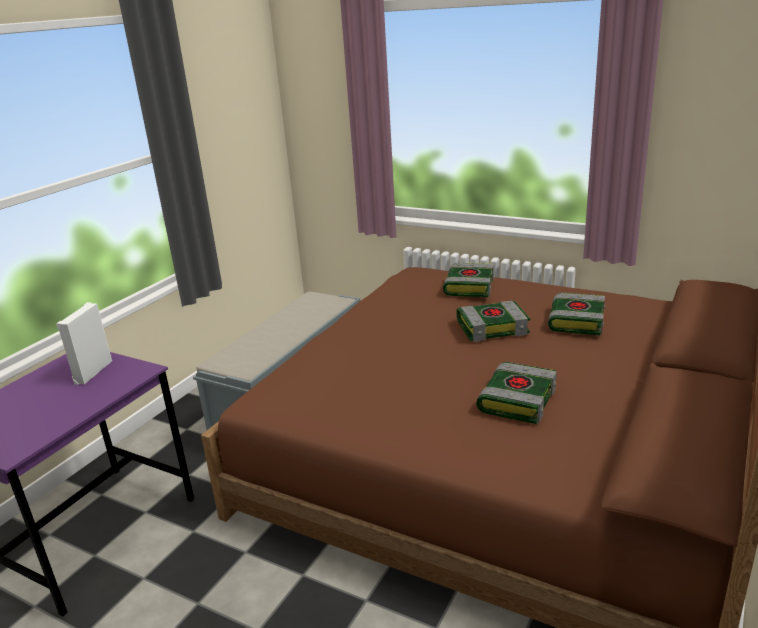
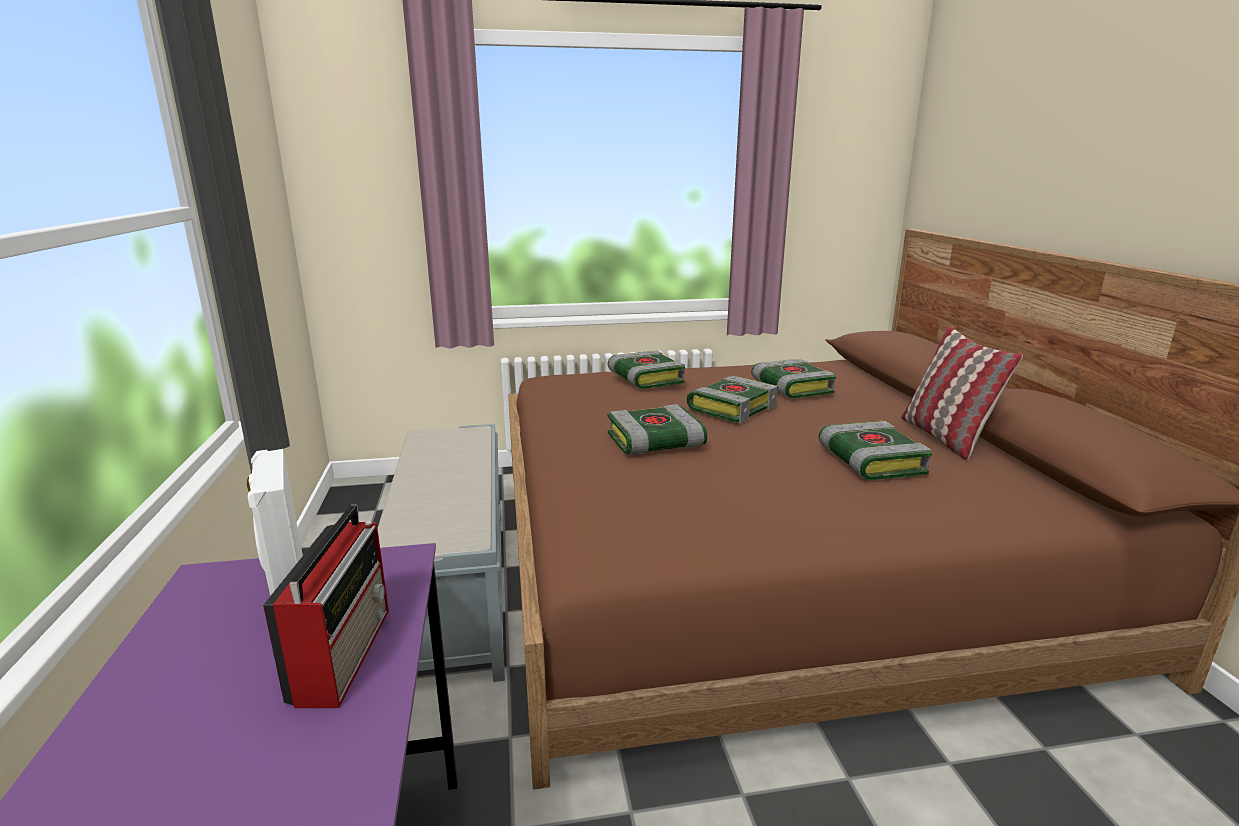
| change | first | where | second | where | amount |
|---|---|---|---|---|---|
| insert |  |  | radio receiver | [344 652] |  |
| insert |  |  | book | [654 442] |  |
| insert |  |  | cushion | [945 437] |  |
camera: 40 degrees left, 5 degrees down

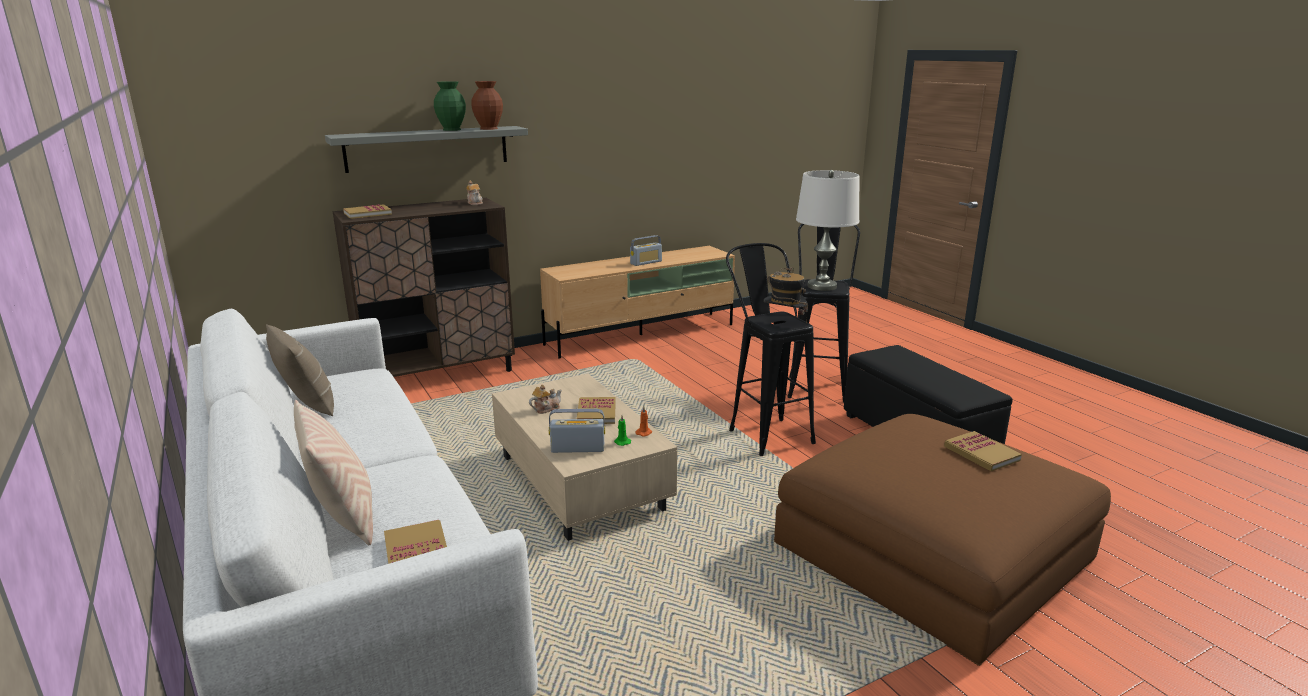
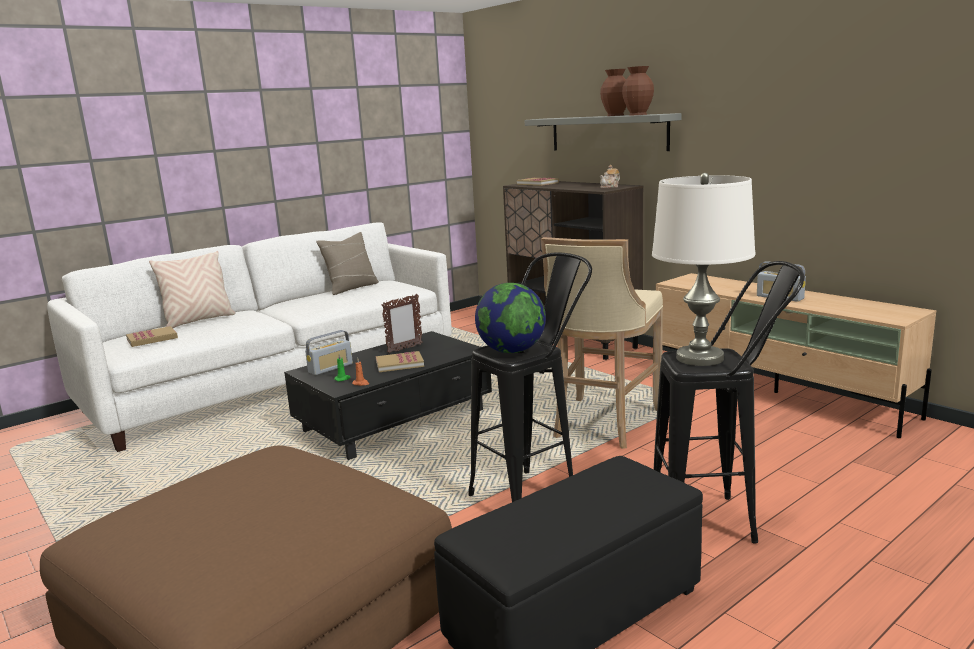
| change | first | where | second | where | amount |
|---|---|---|---|---|---|
| delete | book | [981 453] |  |  |  |
| insert |  |  | stool/beige-coloured | [603 425] |  |
| replace | tea pot | [546 408] | photo frame | [404 349] |  |
| replace | wearable hat | [784 322] | world globe | [511 351] |  |
| recolor | decorative vase/green-coloured | [452 129] | decorative vase/brown | [616 115] |  |
| recolor | lounge table/beige-coloured | [580 481] | lounge table/black | [396 421] |  |
| rotate | radio receiver | [577 448] |  | [330 368] | 60 degrees clockwise |
camera: 80 degrees right, 5 degrees down

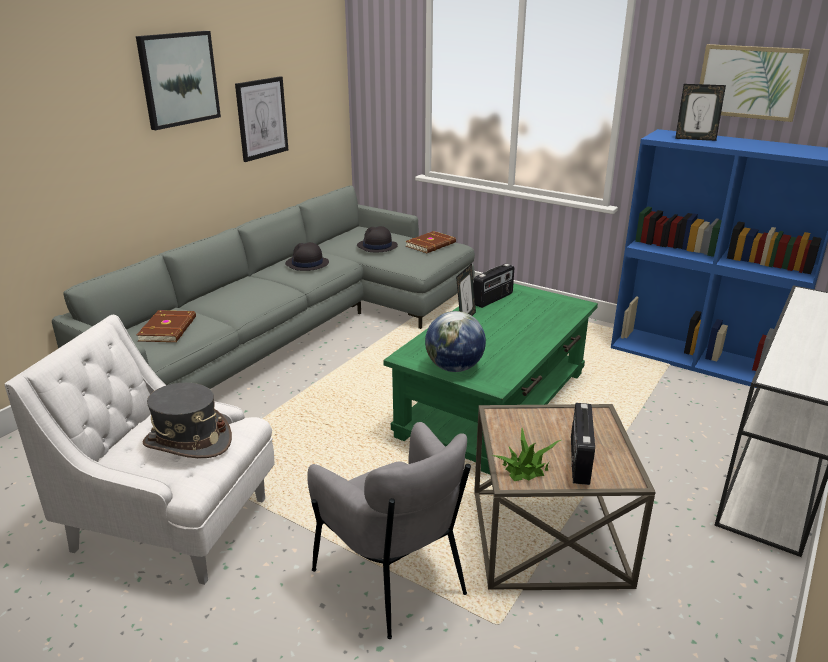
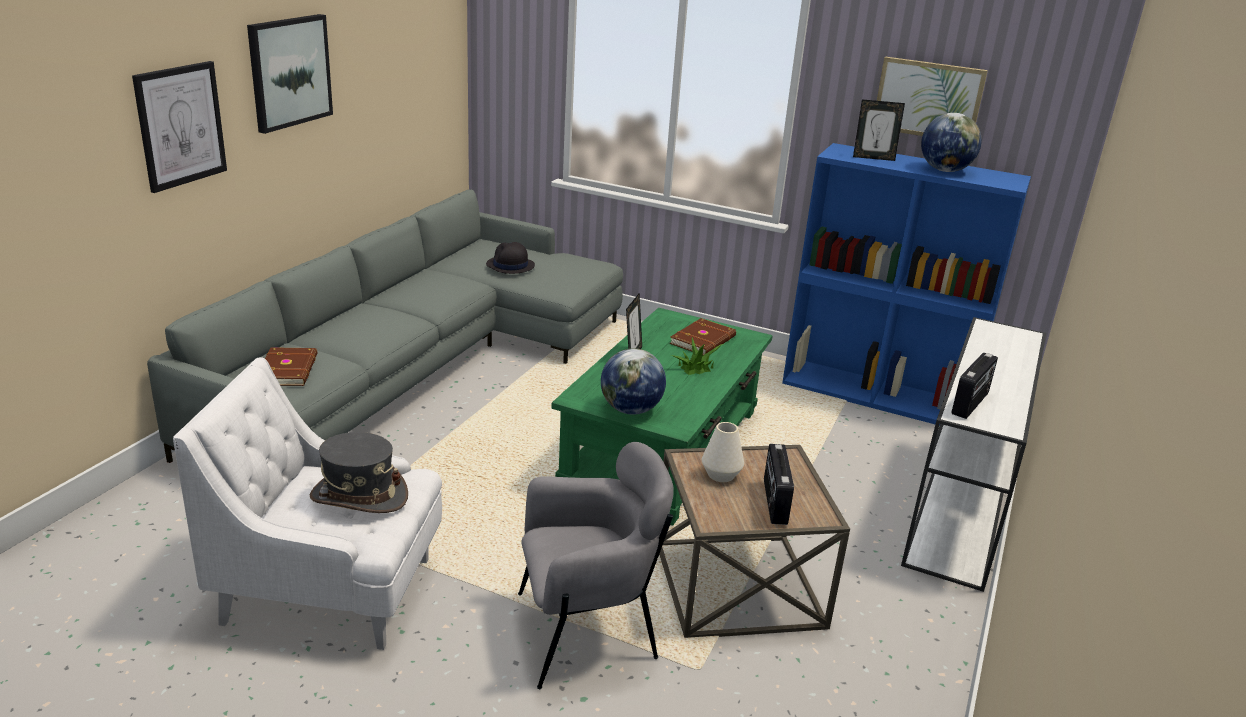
| change | first | where | second | where | amount |
|---|---|---|---|---|---|
| delete | wearable hat/black | [307 264] |  |  |  |
| insert |  |  | decorative vase/white | [721 474] |  |
| insert |  |  | world globe | [945 170] |  |
| move | wall picture | [262 118] |  | [180 125] |  |
| move | book/brown | [431 244] |  | [704 340] |  |
| move | radio receiver | [493 299] |  | [971 404] |  |
| move | plant in a pot | [525 468] |  | [696 367] |  |
| rotate | easy chair/gray | [395 578] |  | [587 632] | 60 degrees counterclockwise |
camera: 10 degrees left, 0 degrees up

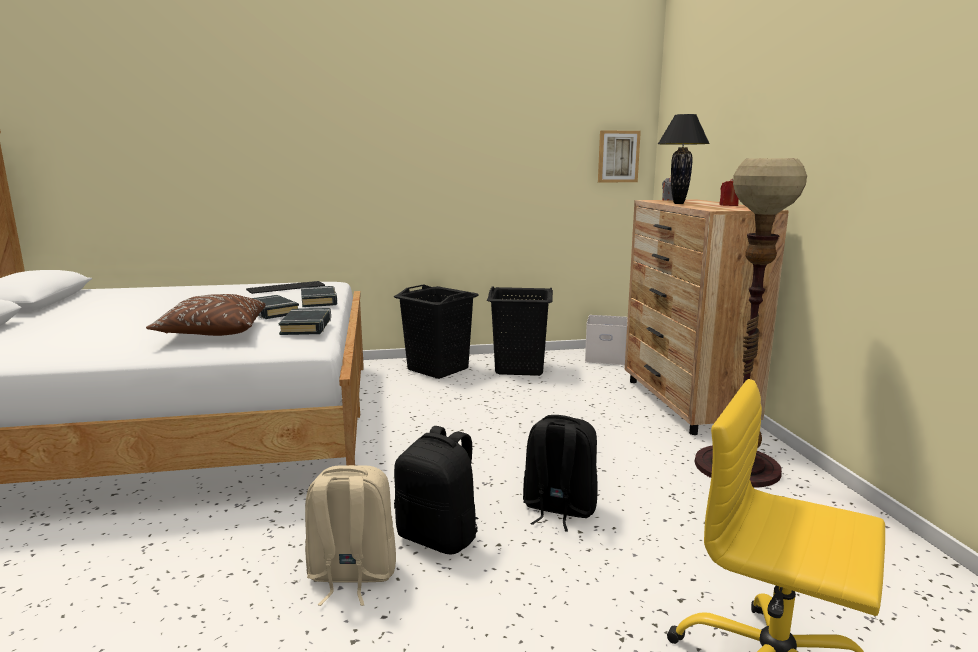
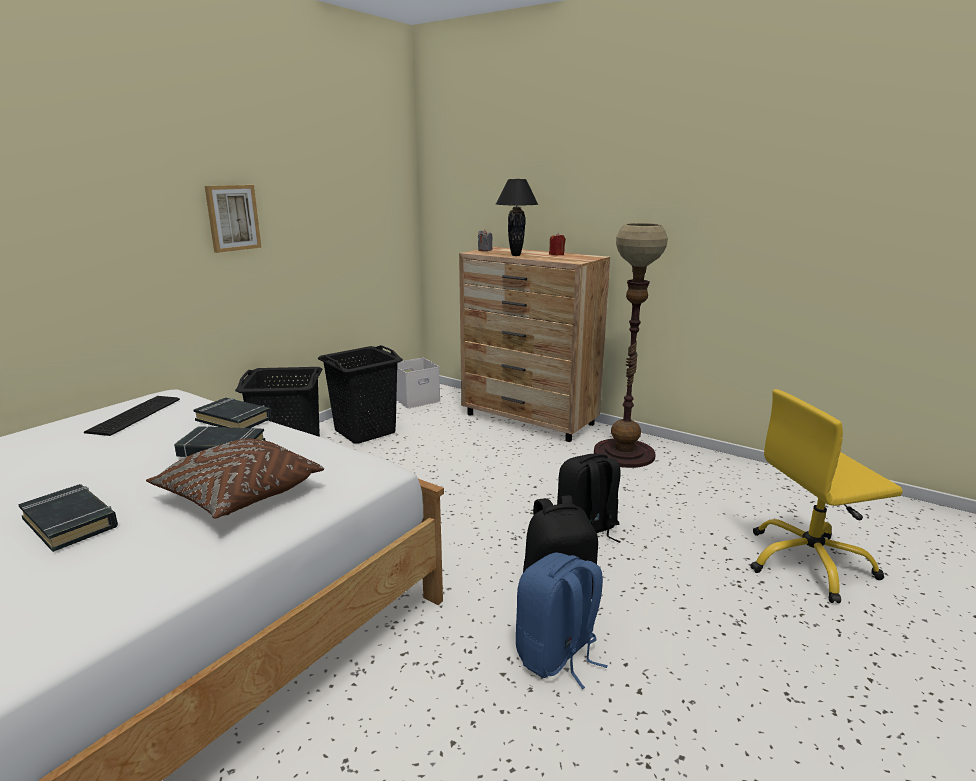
| change | first | where | second | where | amount |
|---|---|---|---|---|---|
| move | book/black | [307 326] |  | [70 522] |  |
| move | wall picture | [618 156] |  | [232 218] |  |
| recolor | rucksack/beige-coloured | [351 575] | rucksack/blue | [557 656] |  |
camera: 45 degrees left, 5 degrees up

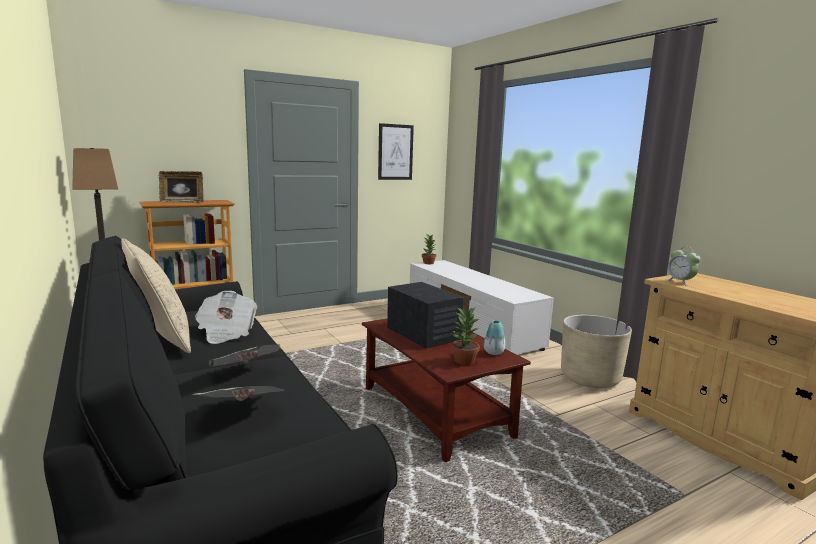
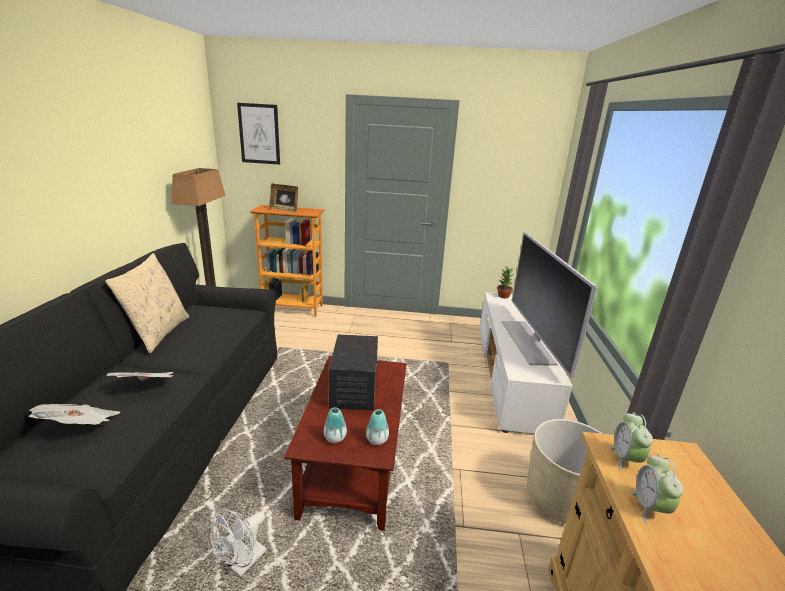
| change | first | where | second | where | amount |
|---|---|---|---|---|---|
| delete | newspaper | [226 332] |  |  |  |
| insert |  |  | electric fan/white | [242 564] |  |
| insert |  |  | TV set | [528 341] |  |
| insert |  |  | table clock | [649 507] |  |
| move | wall picture | [395 152] |  | [259 134] |  |
| replace | plant in a pot | [463 361] | decorative vase | [335 438] |  |
camera: 35 degrees right, 10 degrees up

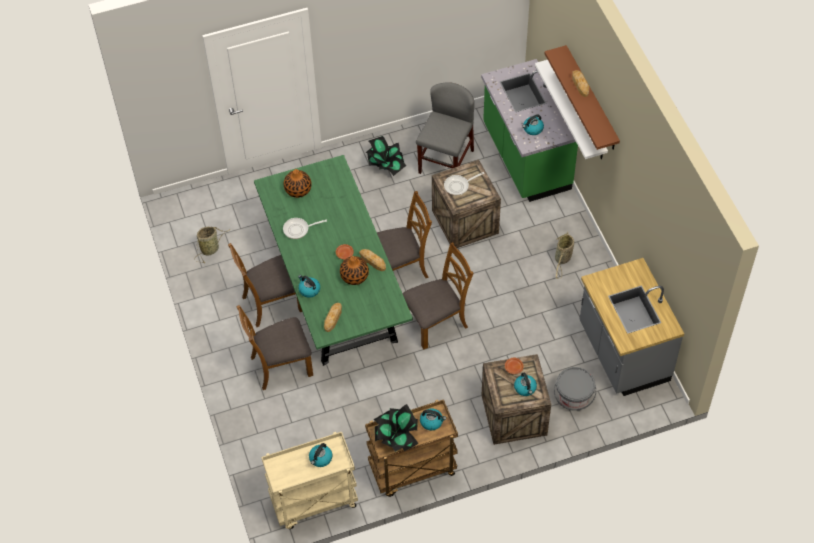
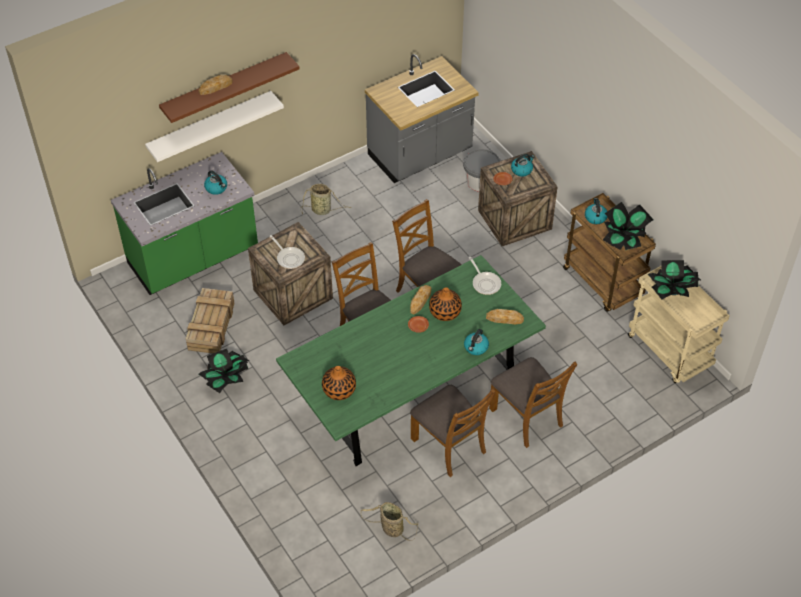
| change | first | where | second | where | amount |
|---|---|---|---|---|---|
| move | skillet | [298 229] |  | [485 283] |  |
| replace | kettle | [320 458] | plant in a pot | [672 291] |  |
| replace | upright chair/gray | [446 161] | shipping crate | [211 325] |  |
camera: 105 degrees left, 5 degrees down

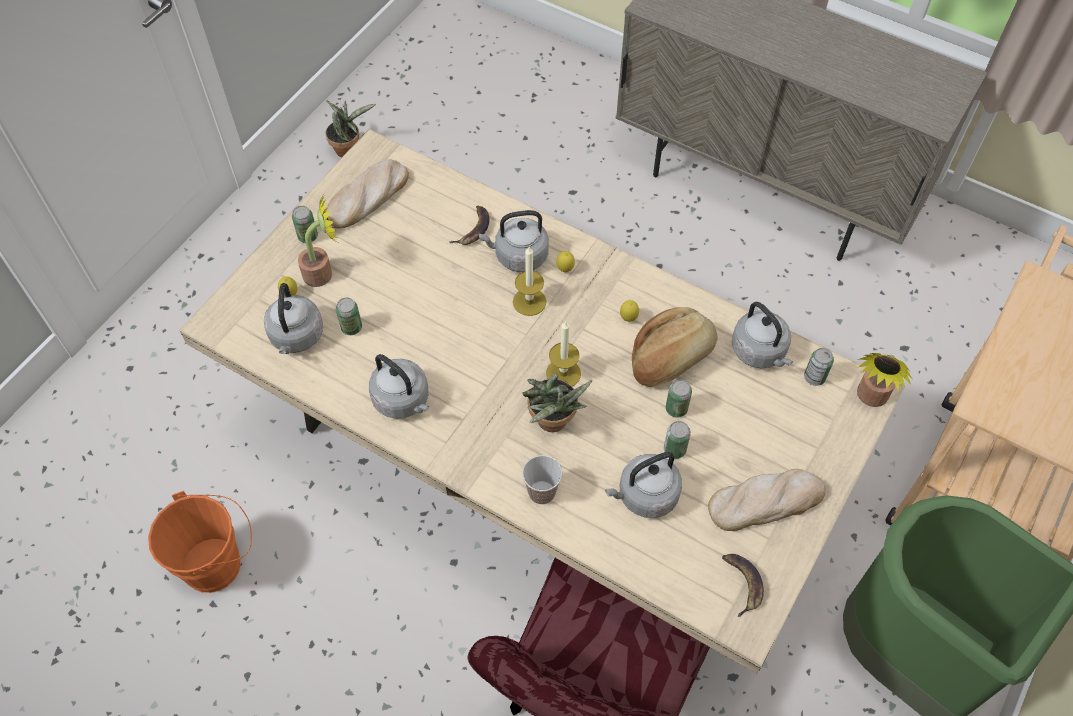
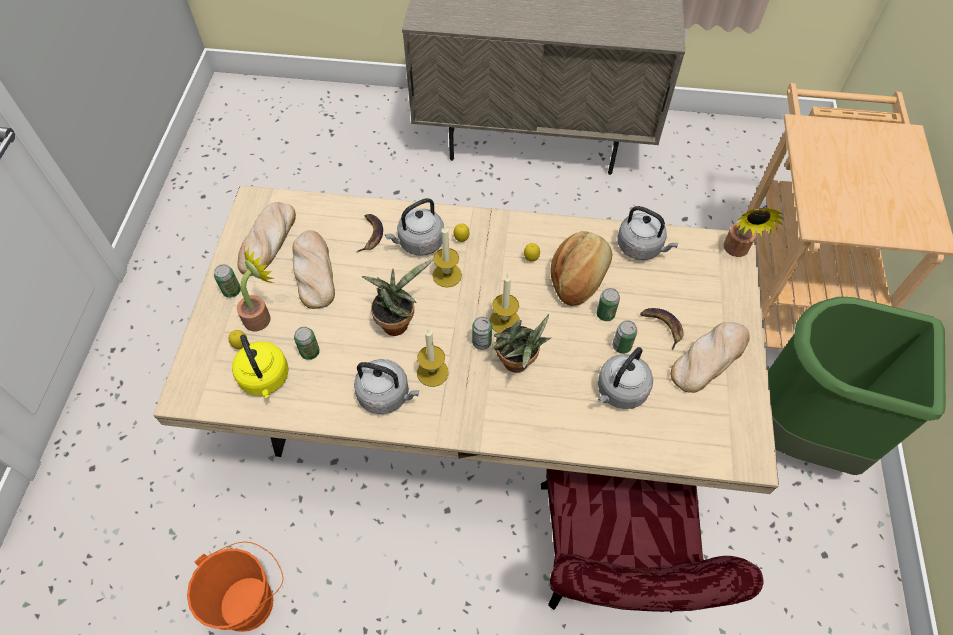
| change | first | where | second | where | amount |
|---|---|---|---|---|---|
| delete | drinking cup | [542 492] |  |  |  |
| insert |  |  | baked bread | [313 271] |  |
| insert |  |  | candle | [432 372] |  |
| move | plant in a pot | [348 149] |  | [397 321] |  |
| move | banana | [741 583] |  | [662 327] |  |
| move | sealed can | [814 377] |  | [481 342] |  |
| recolor | kettle/gray | [296 337] | kettle/yellow | [265 379] |  |
camera: 25 degrees left, 0 degrees up

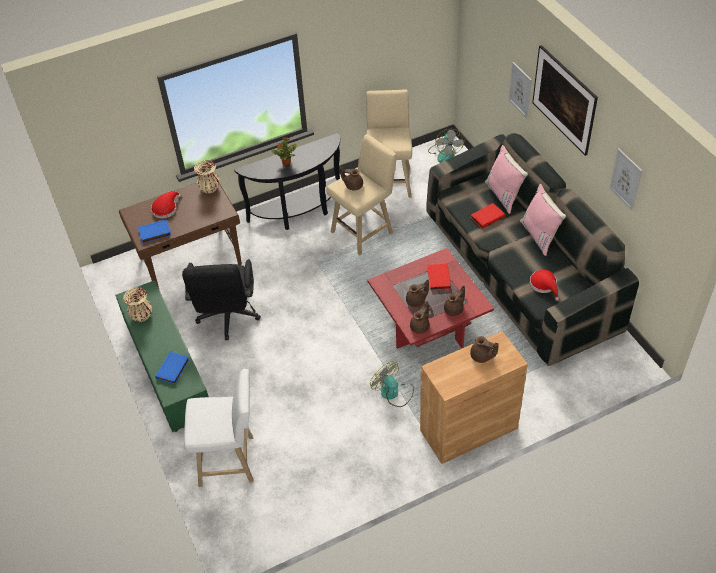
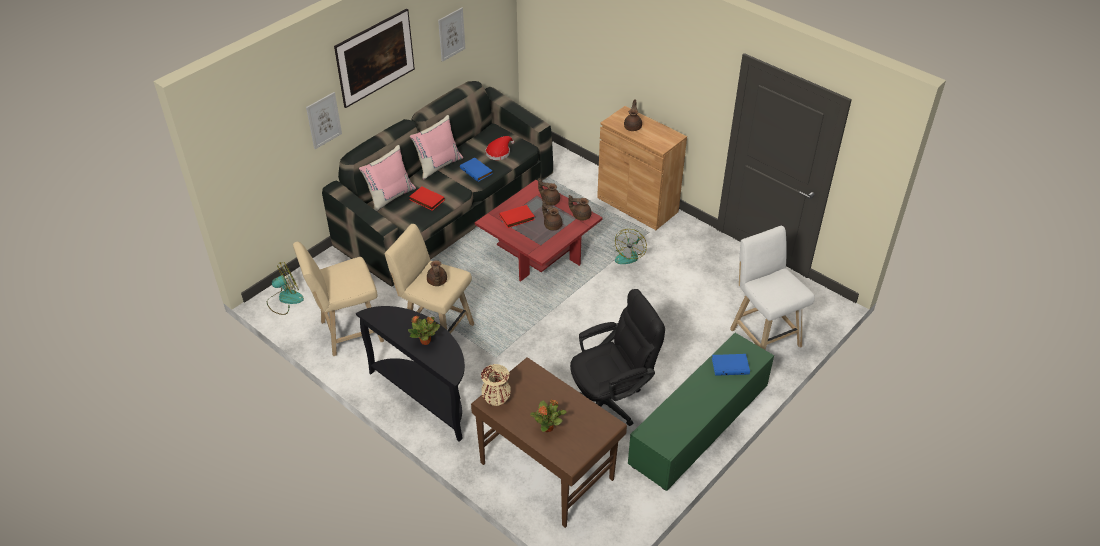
| change | first | where | second | where | amount |
|---|---|---|---|---|---|
| delete | decorative vase/beige-coloured | [141 316] |  |  |  |
| move | book/blue | [154 233] |  | [477 171] |  |
| replace | wearable hat/red-coloured | [166 208] | plant in a pot | [548 427] |  |
camera: 115 degrees left, 5 degrees down

